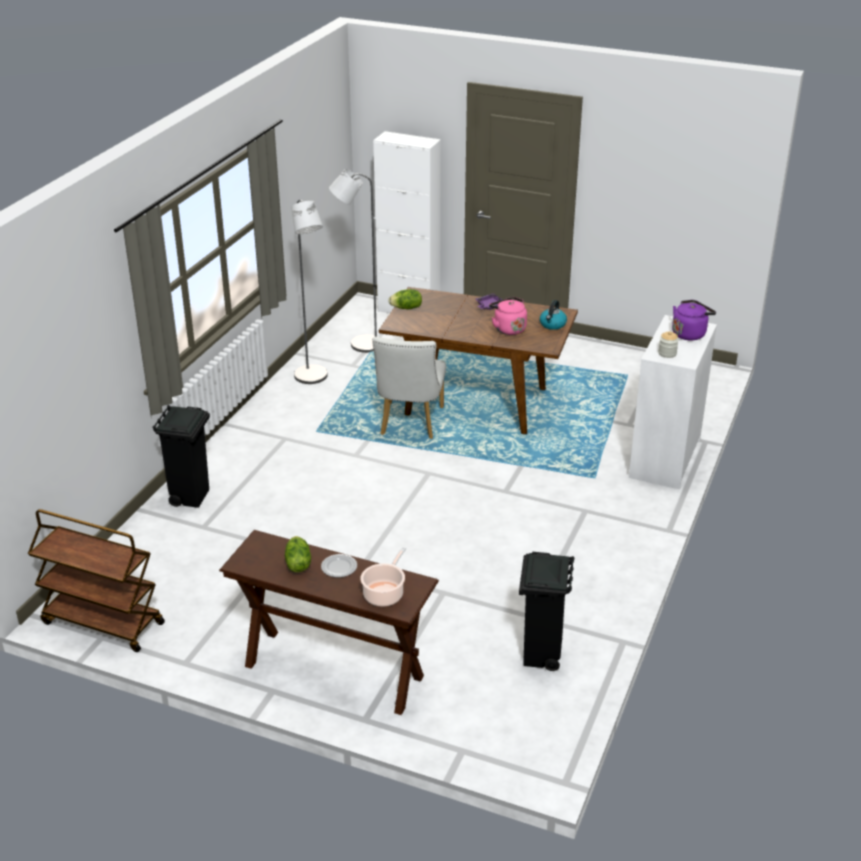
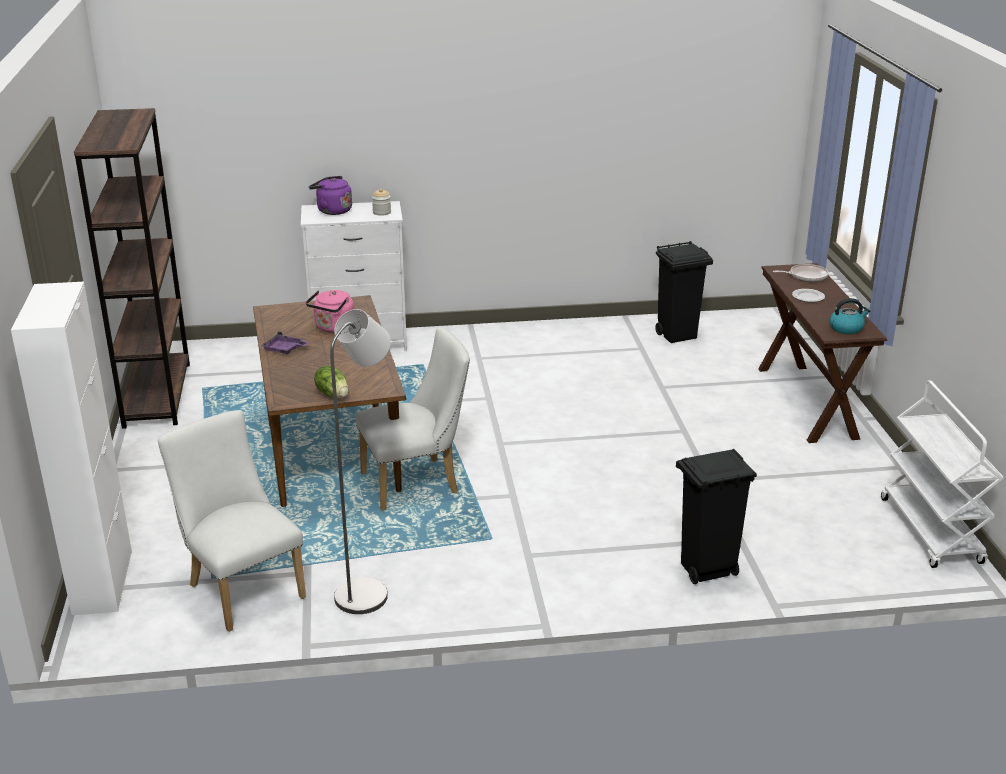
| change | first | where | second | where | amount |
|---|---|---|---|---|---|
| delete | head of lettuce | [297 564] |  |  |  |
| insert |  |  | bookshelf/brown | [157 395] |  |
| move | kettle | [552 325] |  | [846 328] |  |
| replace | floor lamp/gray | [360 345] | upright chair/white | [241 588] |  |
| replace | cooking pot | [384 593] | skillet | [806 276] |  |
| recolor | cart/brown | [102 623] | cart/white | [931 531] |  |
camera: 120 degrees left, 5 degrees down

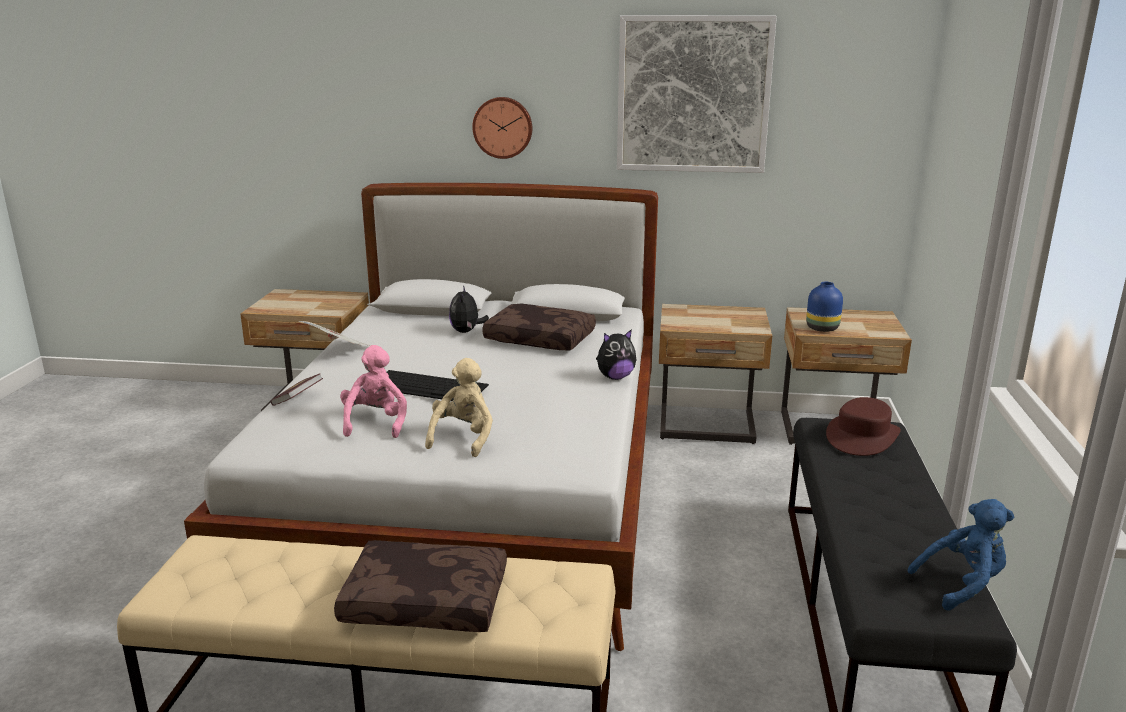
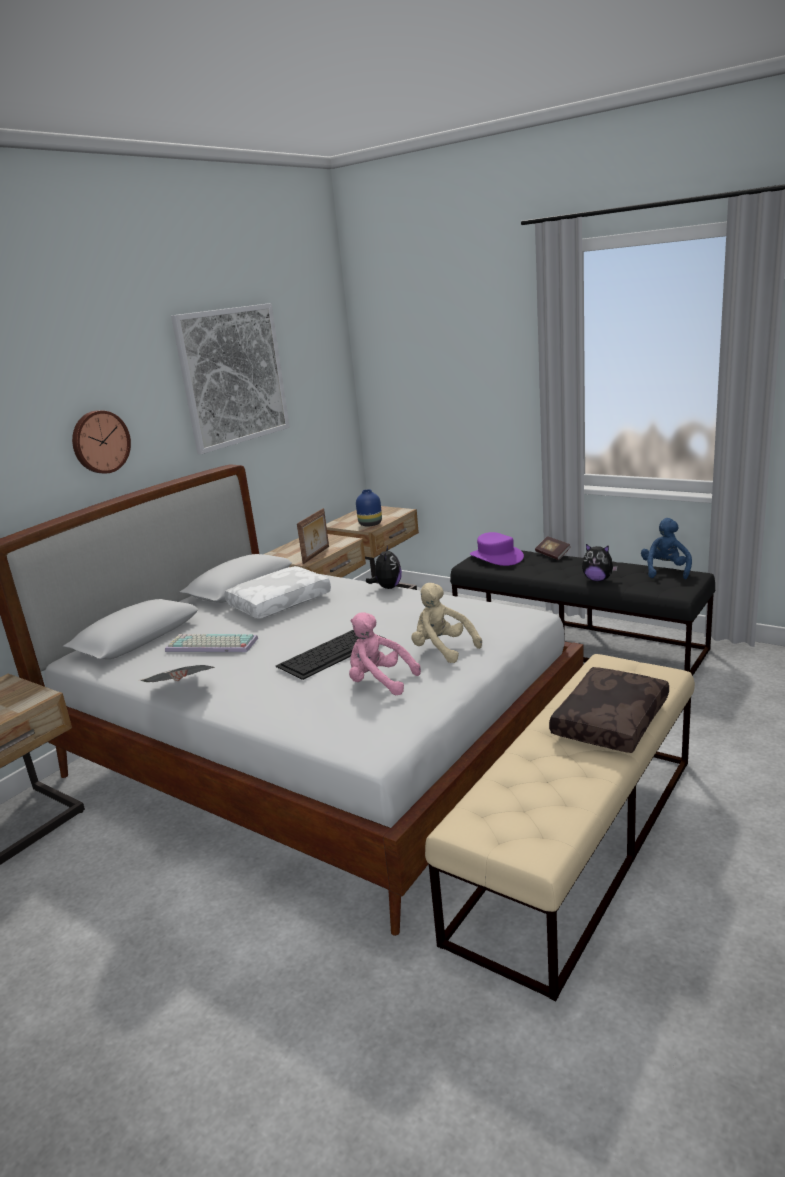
| change | first | where | second | where | amount |
|---|---|---|---|---|---|
| insert |  |  | computer keyboard | [210 645] |  |
| insert |  |  | photo frame | [317 555] |  |
| move | book | [297 399] |  | [552 554] |  |
| move | soft toy | [466 331] |  | [598 579] |  |
| recolor | cushion/brown | [541 338] | cushion/white | [279 602] |  |
| recolor | wearable hat/brown | [862 436] | wearable hat/purple | [496 557] |  |
camera: 60 degrees left, 0 degrees up

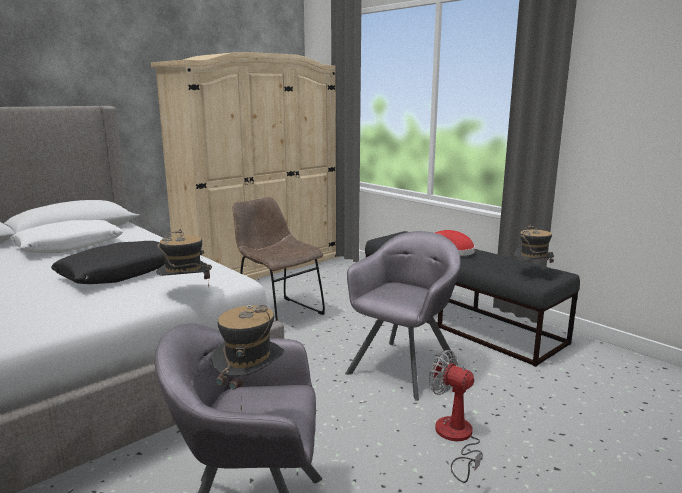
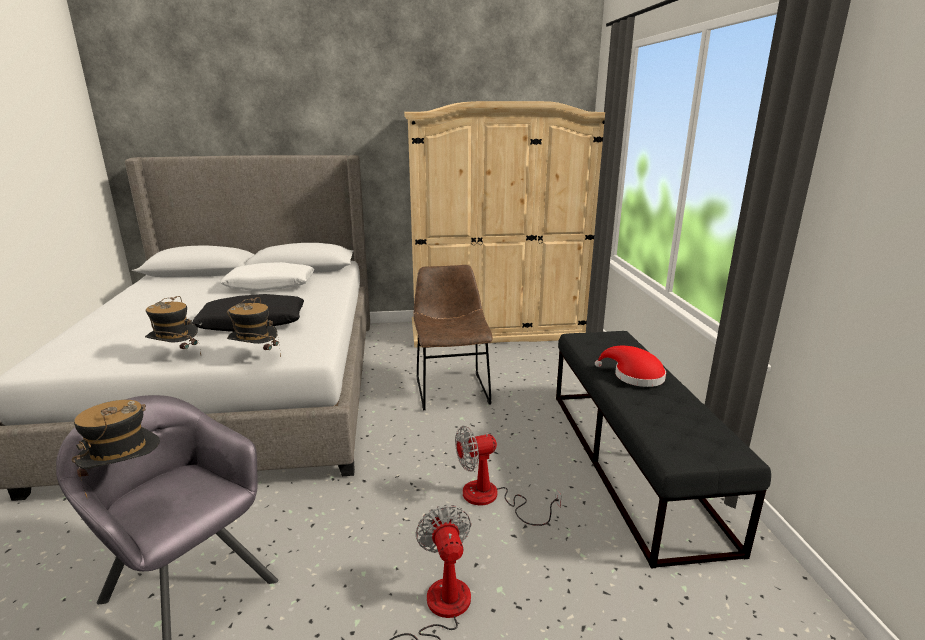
| change | first | where | second | where | amount |
|---|---|---|---|---|---|
| move | wearable hat | [532 273] |  | [176 356] |  |
| replace | easy chair/gray | [403 368] | electric fan | [492 498] |  |
camera: 35 degrees right, 5 degrees up

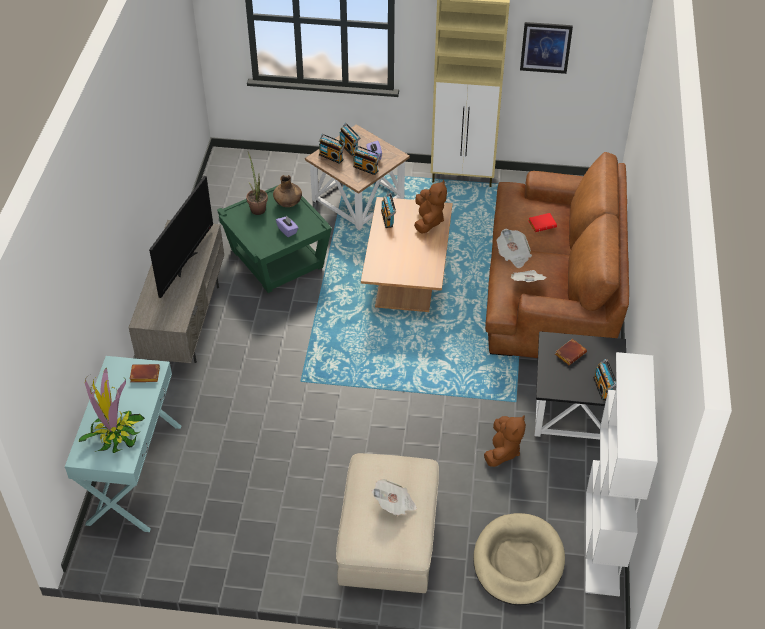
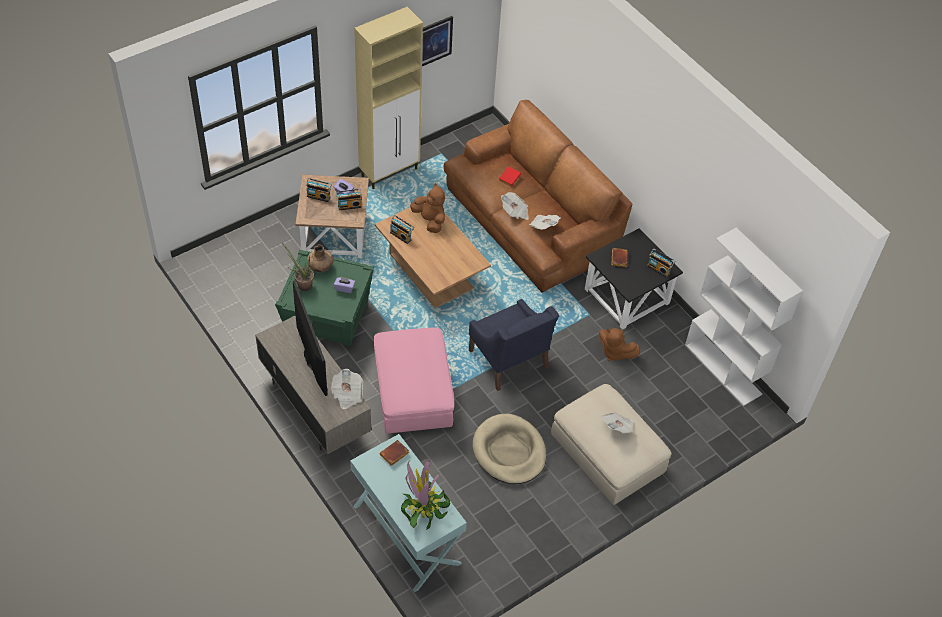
| change | first | where | second | where | amount |
|---|---|---|---|---|---|
| delete | radio receiver | [332 156] |  |  |  |
| insert |  |  | newspaper | [347 394] |  |
| insert |  |  | pouffe/pink | [412 391] |  |
| insert |  |  | easy chair/blue | [508 359] |  |
| move | dog cushion/beige-coloured | [518 562] |  | [509 451] |  |
| rotate | soft toy/brown | [502 451] |  | [614 352] | 150 degrees clockwise |
camera: 45 degrees left, 5 degrees up

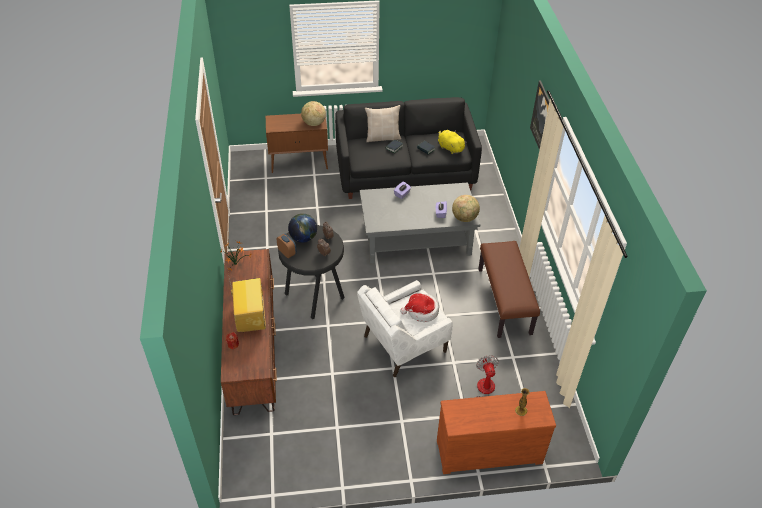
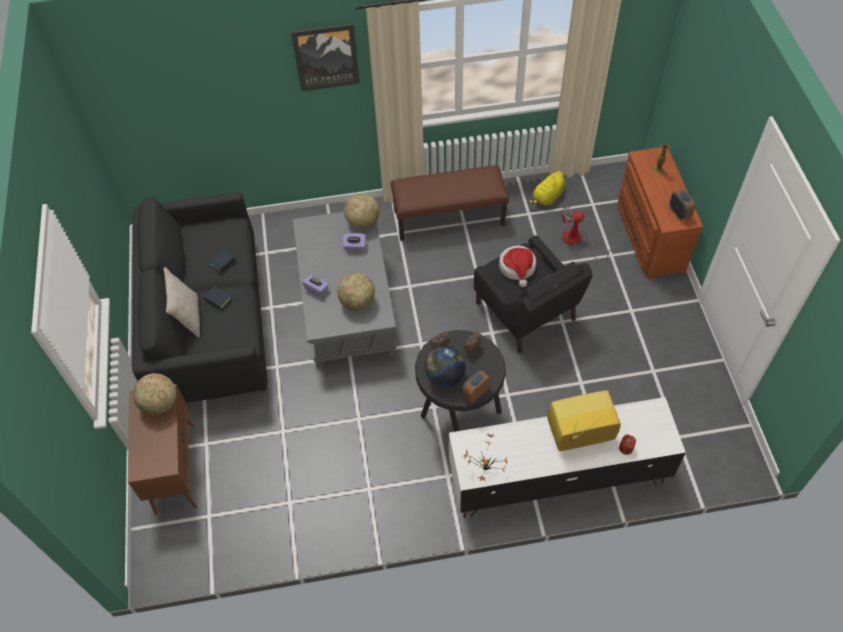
| change | first | where | second | where | amount |
|---|---|---|---|---|---|
| insert |  |  | world globe | [358 302] |  |
| insert |  |  | table clock | [679 213] |  |
| move | soft toy/yellow | [450 148] |  | [547 197] |  |
| recolor | tv unit/brown | [253 348] | tv unit/white | [556 477] |  |
| recolor | easy chair/white | [403 344] | easy chair/black | [525 312] |  |
camera: 90 degrees left, 10 degrees up

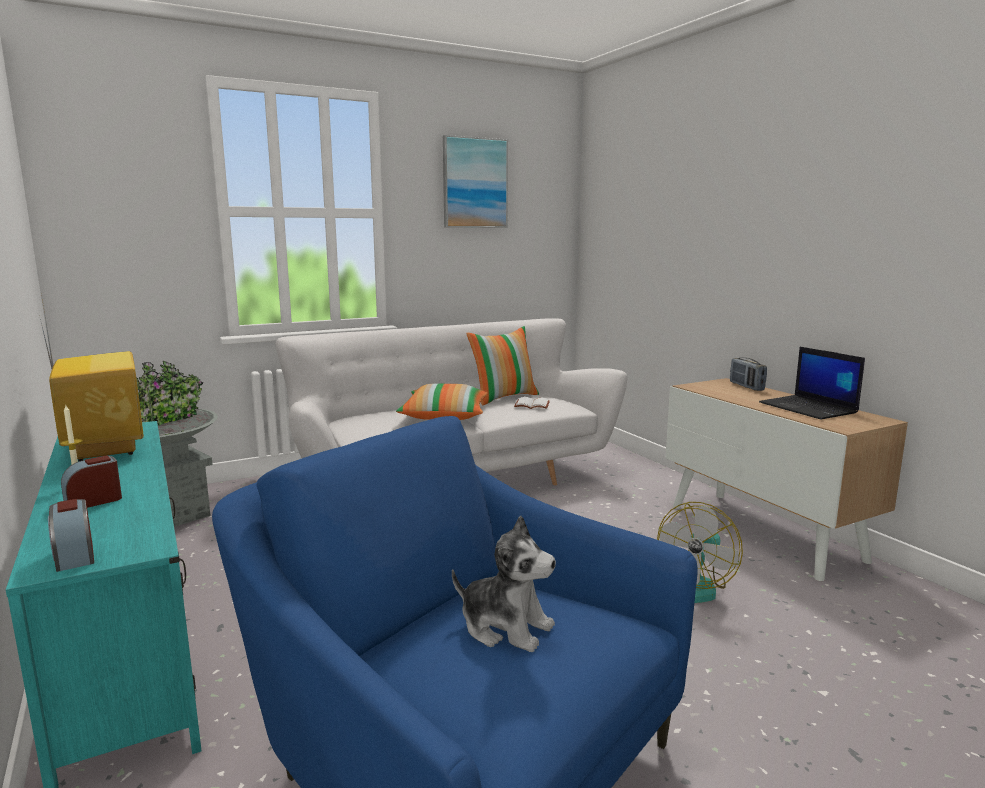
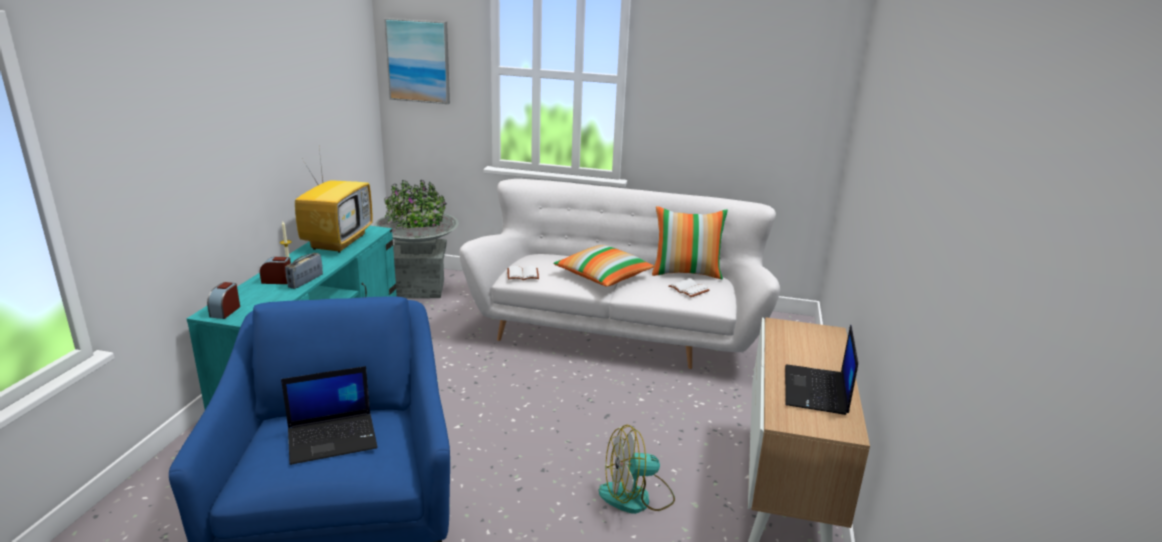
| change | first | where | second | where | amount |
|---|---|---|---|---|---|
| insert |  |  | book/white | [523 274] |  |
| move | wall picture | [474 183] |  | [418 61] |  |
| move | radio receiver | [746 386] |  | [305 281] |  |
| replace | soft toy | [505 627] | laptop | [333 438] |  |
camera: 40 degrees right, 10 degrees up

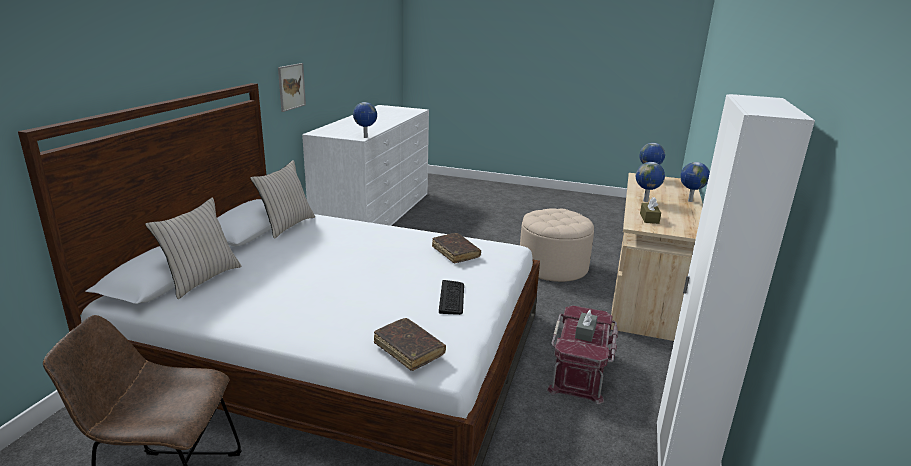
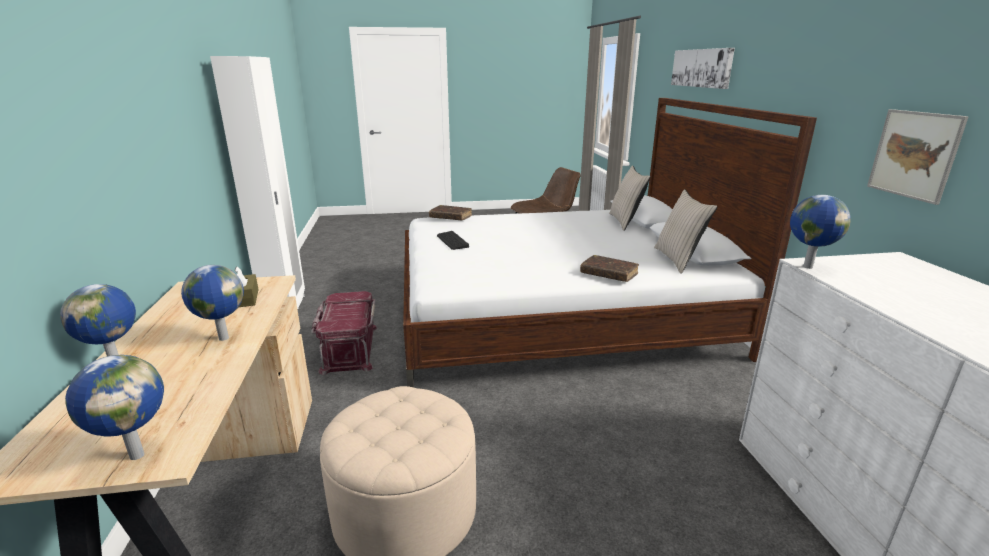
| change | first | where | second | where | amount |
|---|---|---|---|---|---|
| delete | tissue holder/gray | [585 332] |  |  |  |
| insert |  |  | wall picture | [701 68] |  |
| move | book/brown | [455 252] |  | [609 274] |  |
camera: 155 degrees right, 0 degrees up

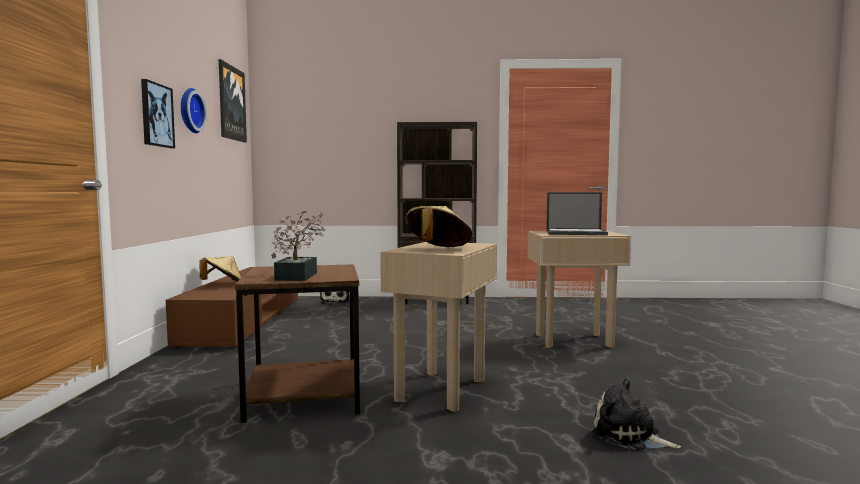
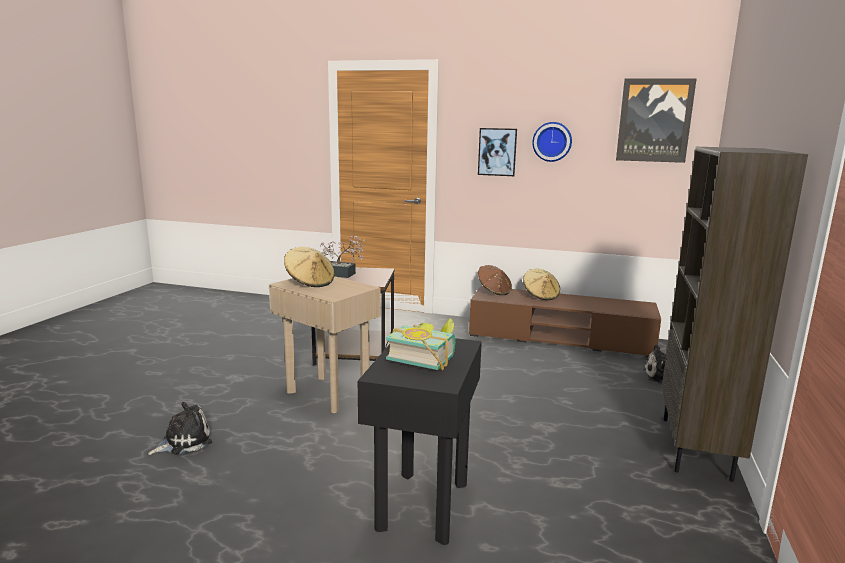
| change | first | where | second | where | amount |
|---|---|---|---|---|---|
| insert |  |  | wearable hat/brown | [494 291] |  |
| replace | laptop | [576 233] | book | [423 358] |  |
| recolor | end table/beige-coloured | [574 340] | end table/black | [421 505] |  |
camera: 105 degrees right, 10 degrees up

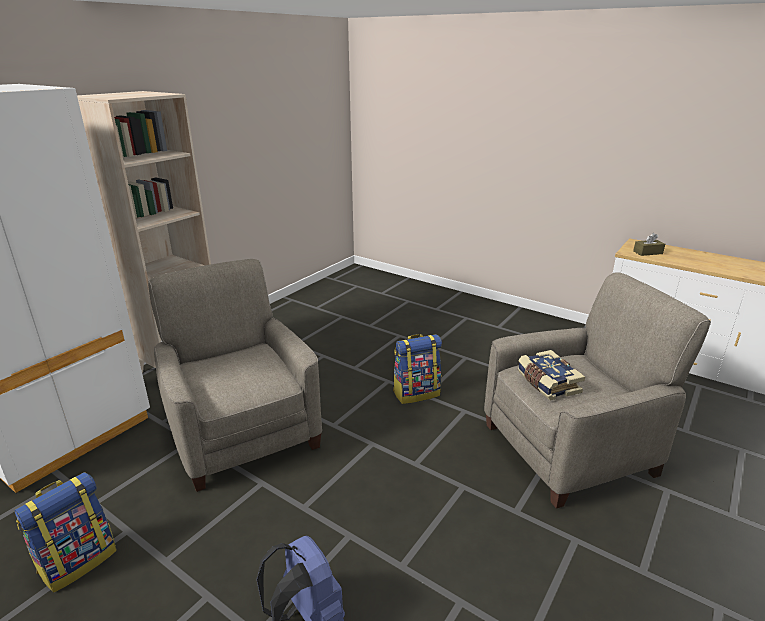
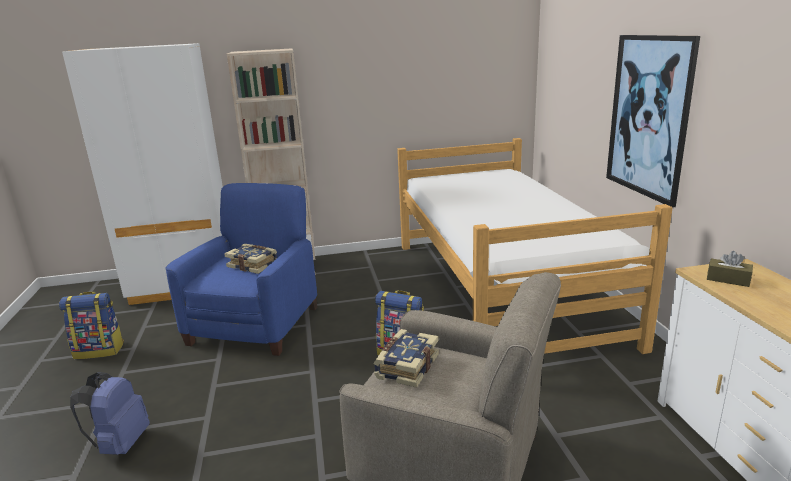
| change | first | where | second | where | amount |
|---|---|---|---|---|---|
| insert |  |  | book | [253 265] |  |
| insert |  |  | bedroom bed | [501 289] |  |
| insert |  |  | wall picture | [648 117] |  |
| recolor | easy chair/beige-coloured | [242 433] | easy chair/blue | [255 324] |  |
camera: 45 degrees right, 5 degrees down

